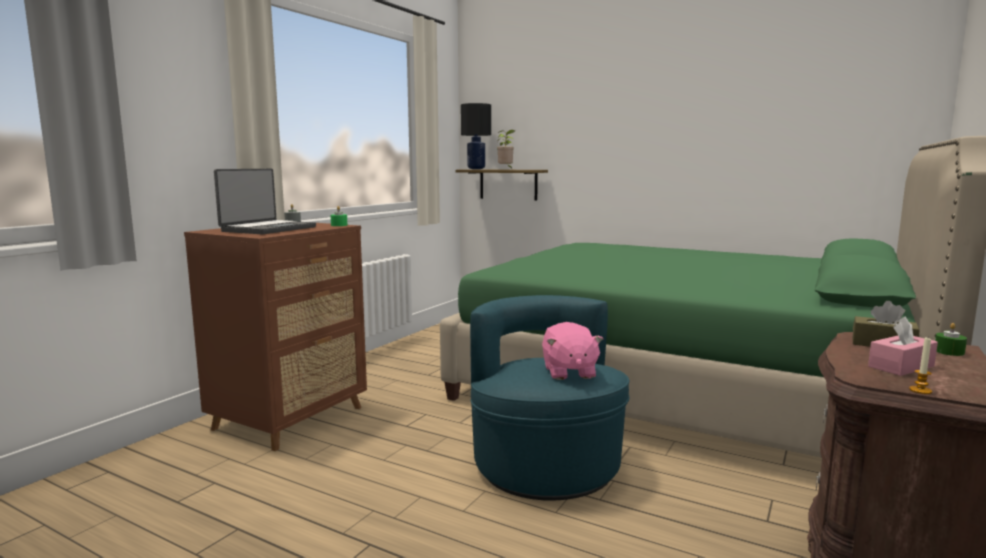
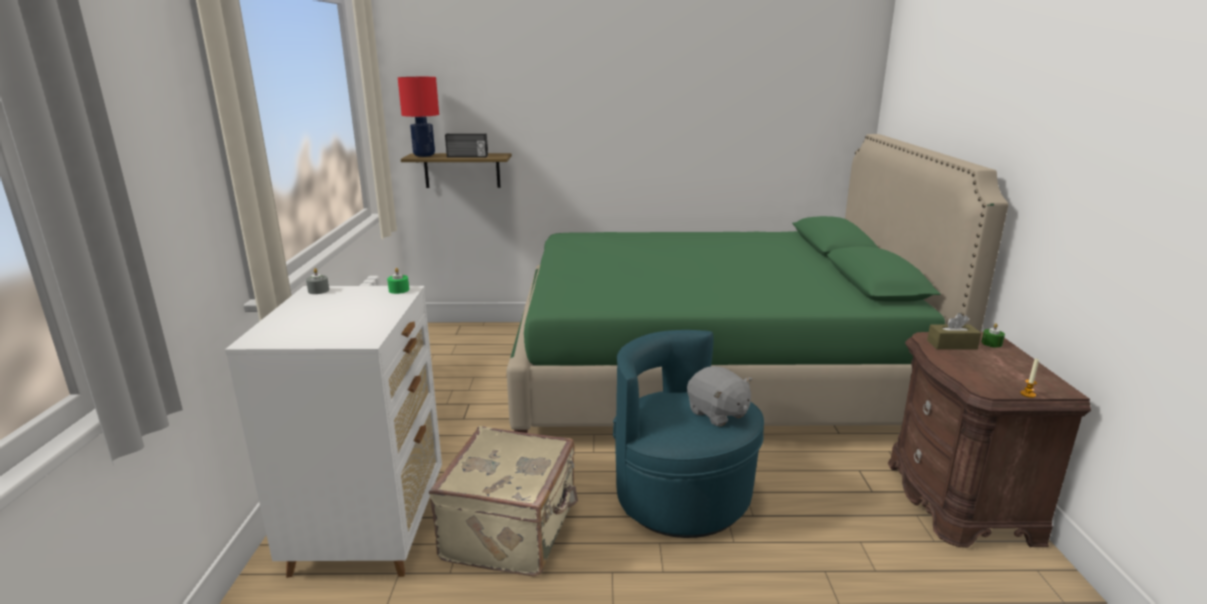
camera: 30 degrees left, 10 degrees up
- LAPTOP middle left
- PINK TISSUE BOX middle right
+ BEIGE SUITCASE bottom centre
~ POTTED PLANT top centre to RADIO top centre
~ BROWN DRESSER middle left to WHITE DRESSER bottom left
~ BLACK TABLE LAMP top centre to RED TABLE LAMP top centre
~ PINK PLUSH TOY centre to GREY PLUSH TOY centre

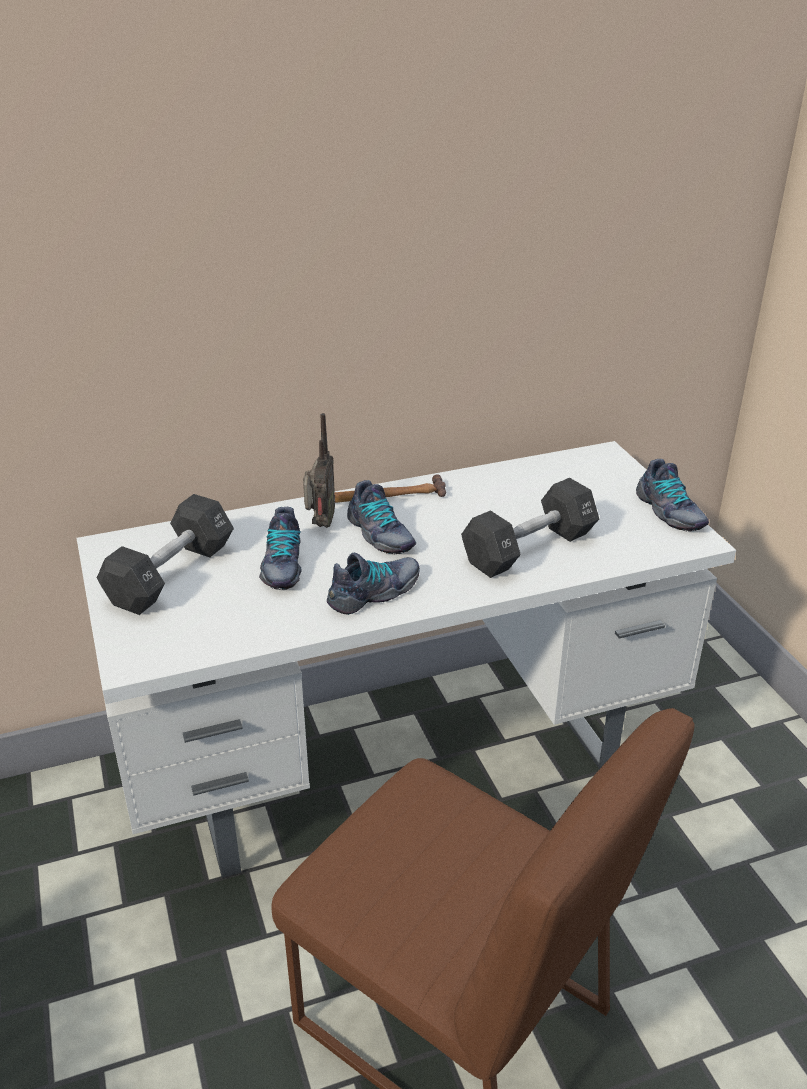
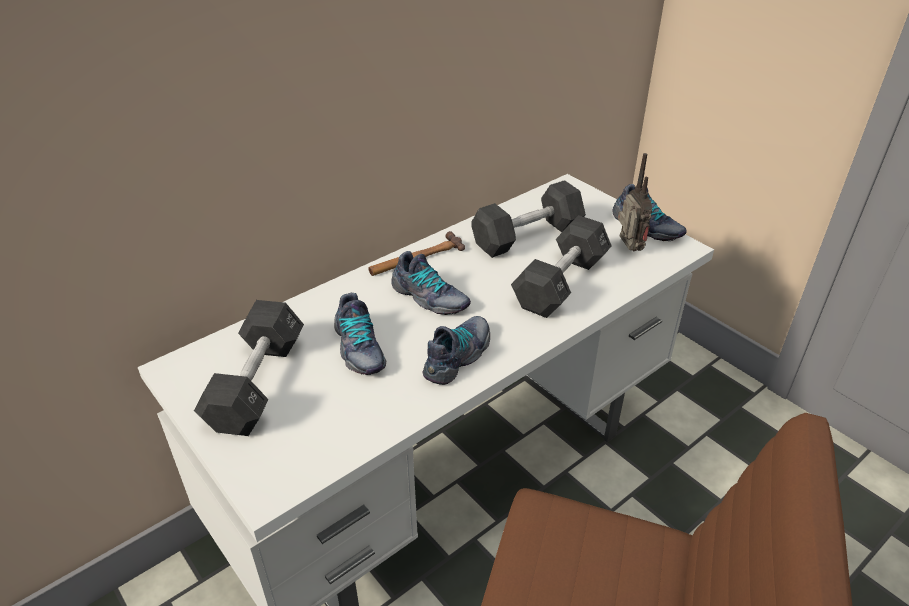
camera: 20 degrees left, 5 degrees up
+ BLACK DUMBBELL (no. 2 from left) centre
~ RADIO centre to middle right

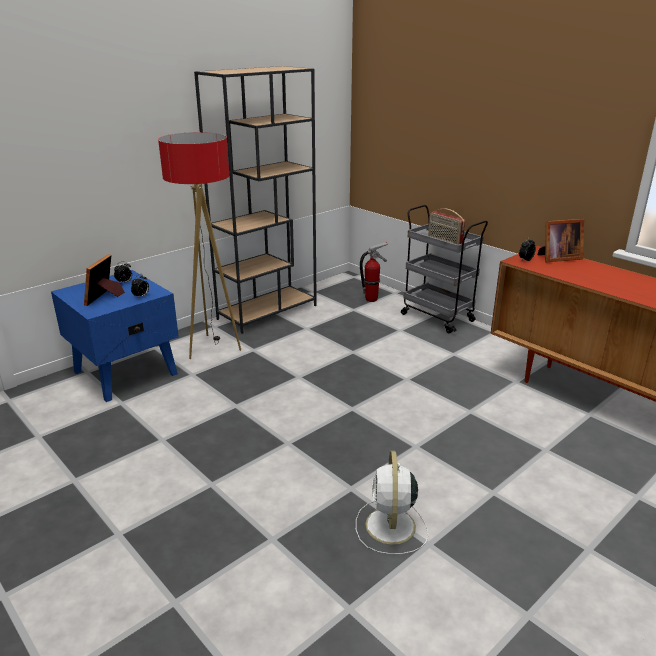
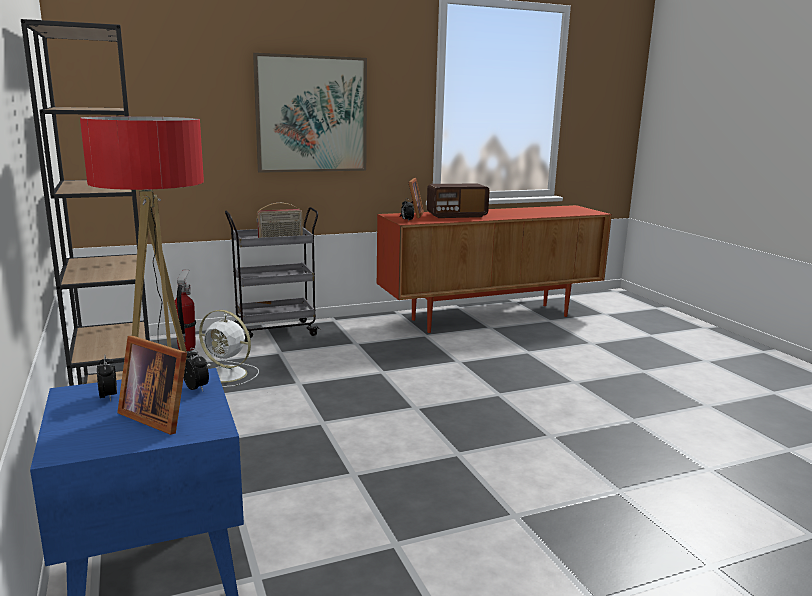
camera: 70 degrees left, 10 degrees down
+ PICTURE top centre
+ RADIO (no. 2 from left) centre
~ WHITE FAN bottom centre to middle left

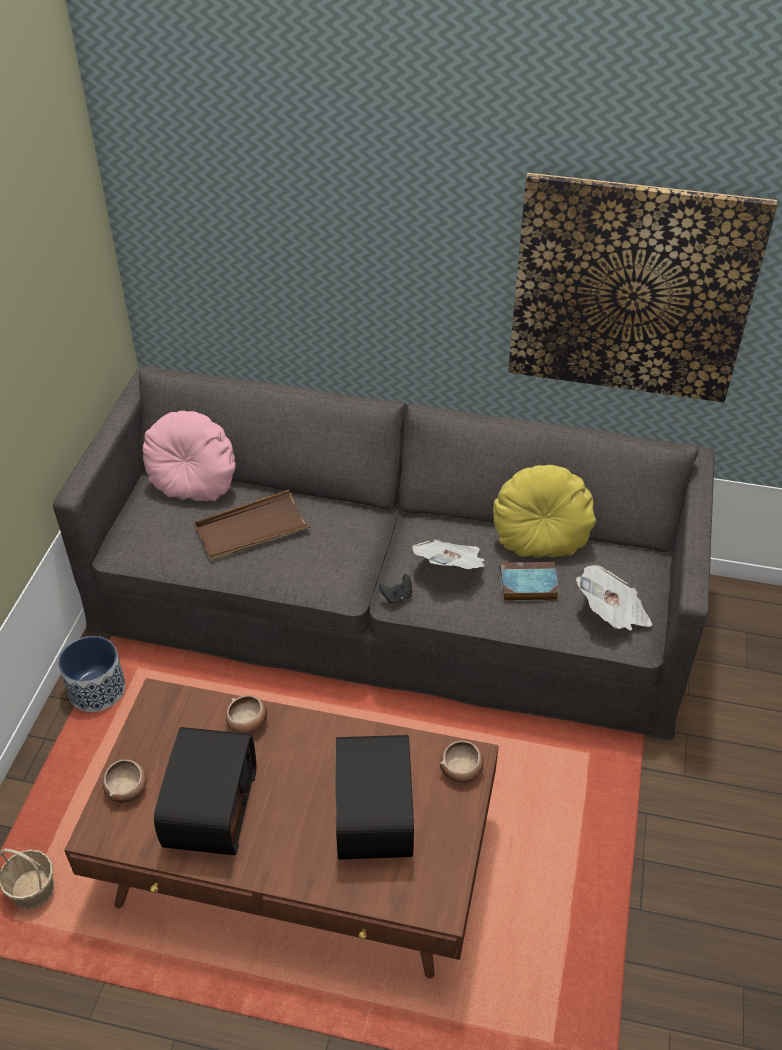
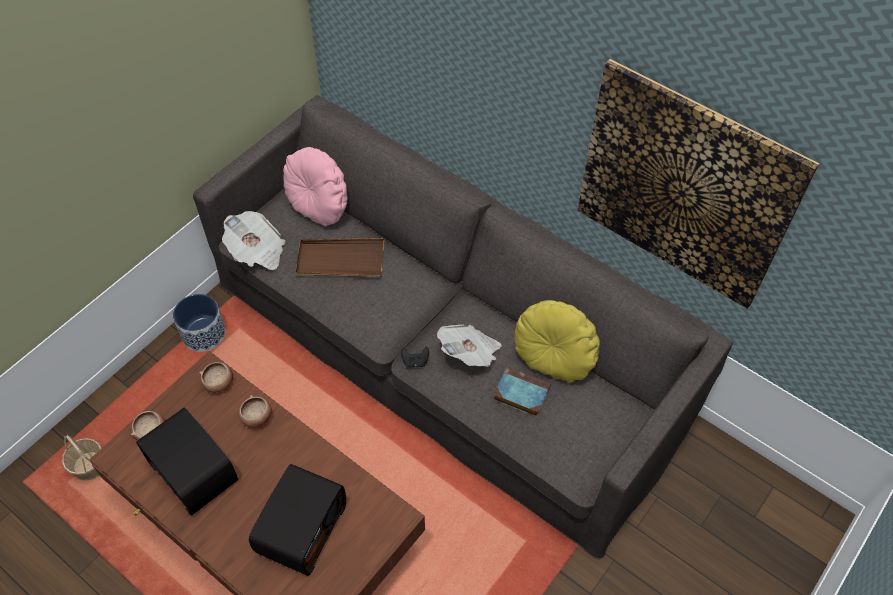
camera: 25 degrees right, 10 degrees up
~ BOWL (no. 3 from left in the first image) bottom centre to BOWL (no. 2 from left) middle left
~ NEWSPAPER (no. 2 from left in the first image) middle right to NEWSPAPER (no. 1 from left) middle left
~ RADIO (no. 1 from left) bottom left = bottom left 105 degrees clockwise

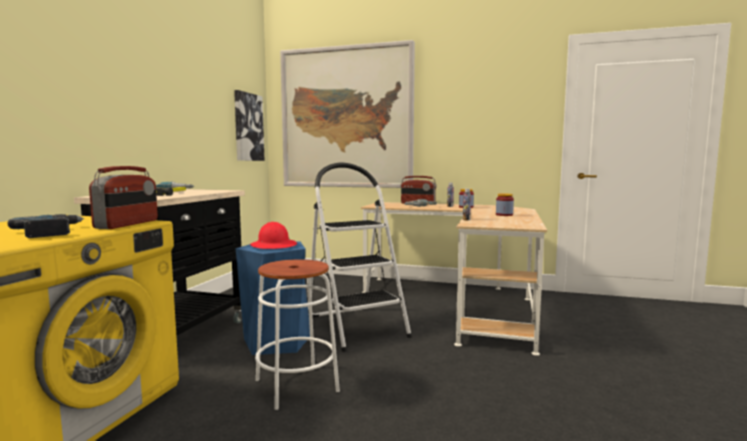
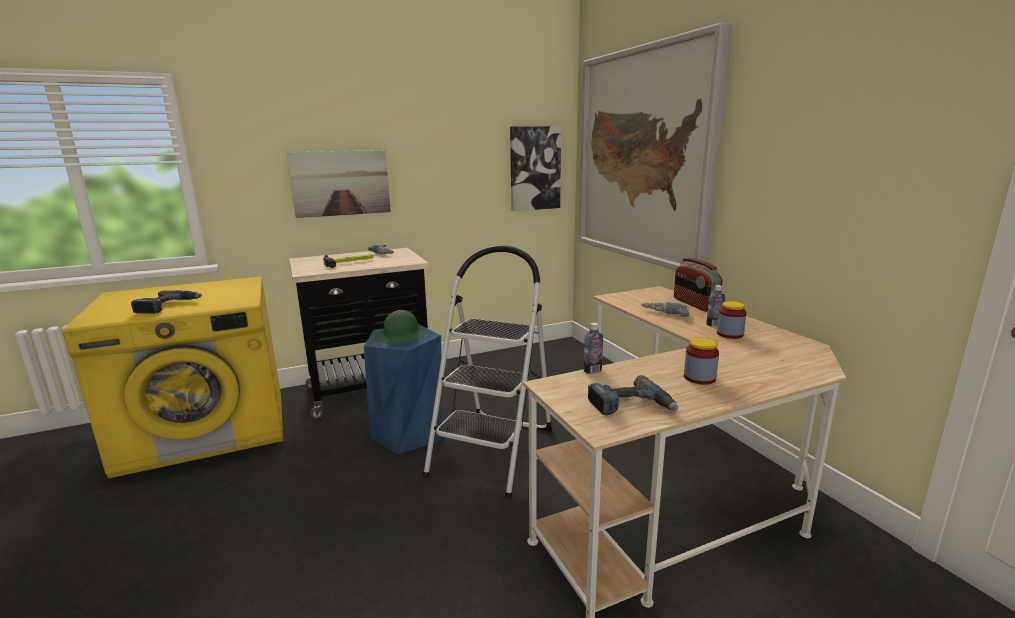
camera: 50 degrees right, 10 degrees up
- RADIO (no. 1 from left) middle left
- WHITE STOOL bottom centre
+ PICTURE (no. 1 from left) top centre
+ POWER DRILL (no. 3 from left) centre
~ RED HARD HAT centre to GREEN HARD HAT centre

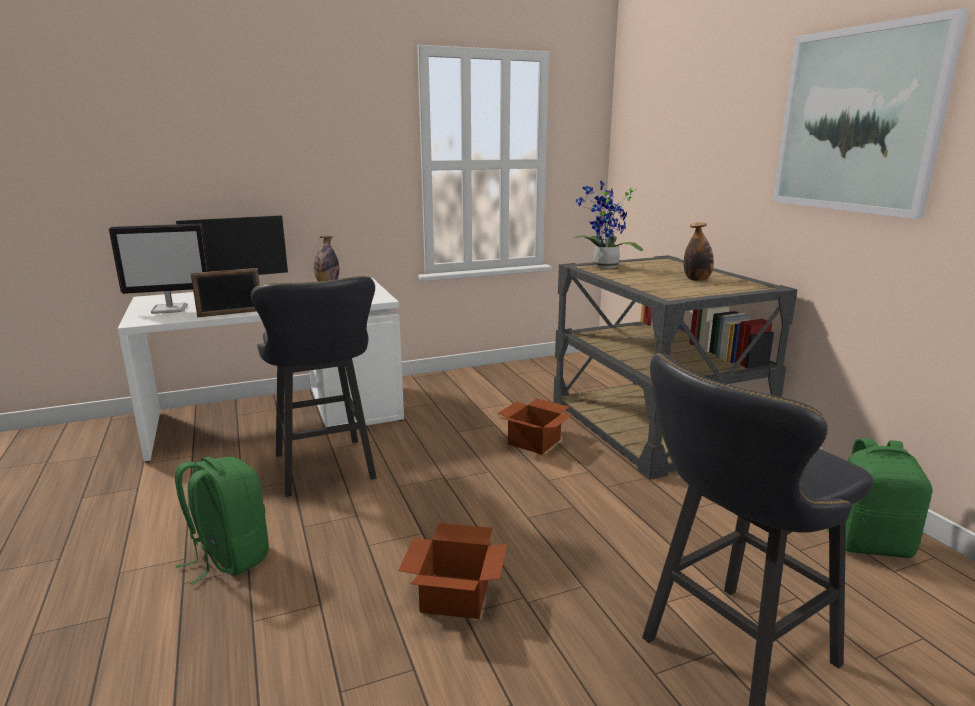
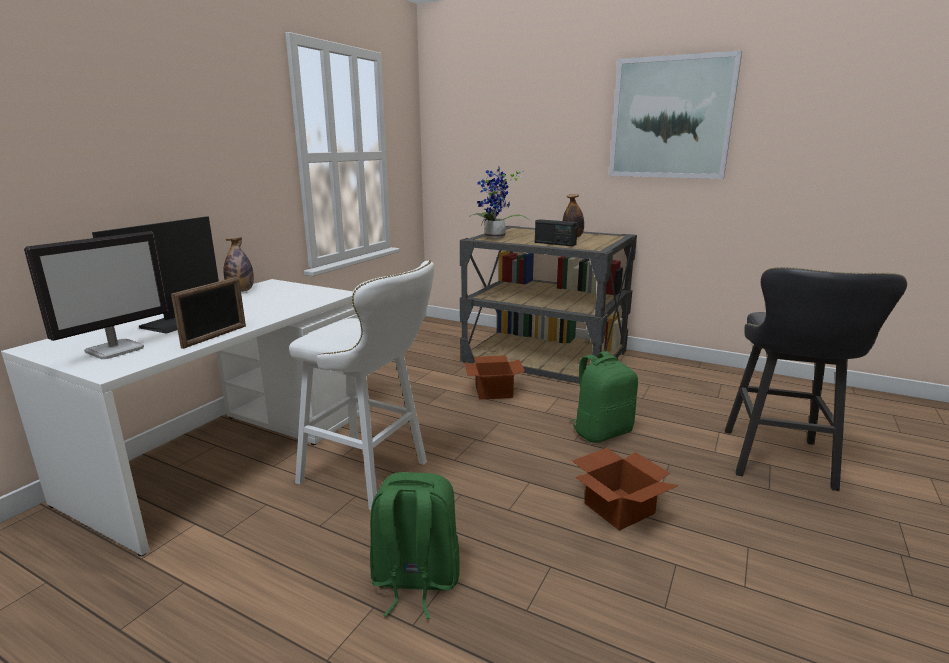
camera: 40 degrees left, 0 degrees up
+ RADIO centre
~ GREEN BACKPACK (no. 2 from left) bottom right to centre
~ BLACK STOOL (no. 1 from left) middle left to WHITE STOOL centre

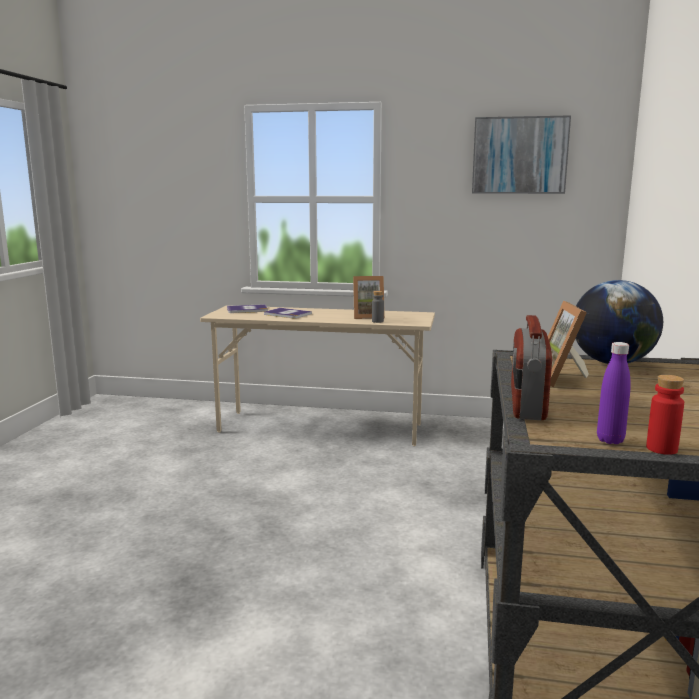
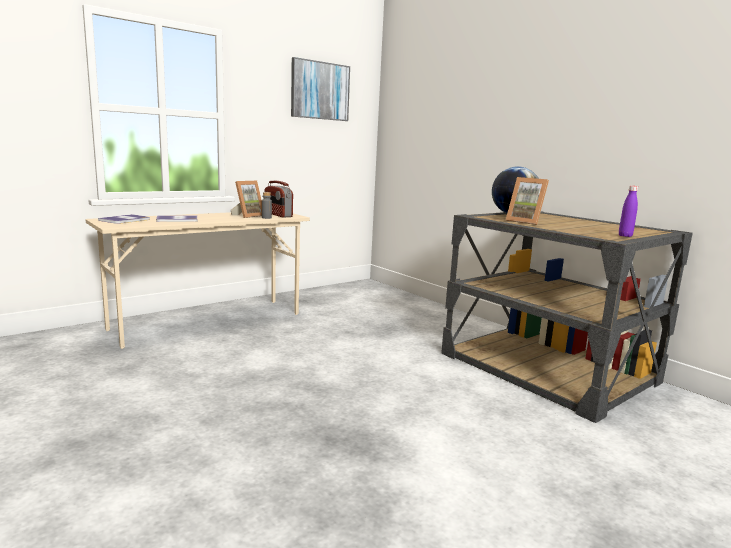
camera: 50 degrees left, 0 degrees up
- RED BOTTLE middle right
~ RADIO middle right to centre

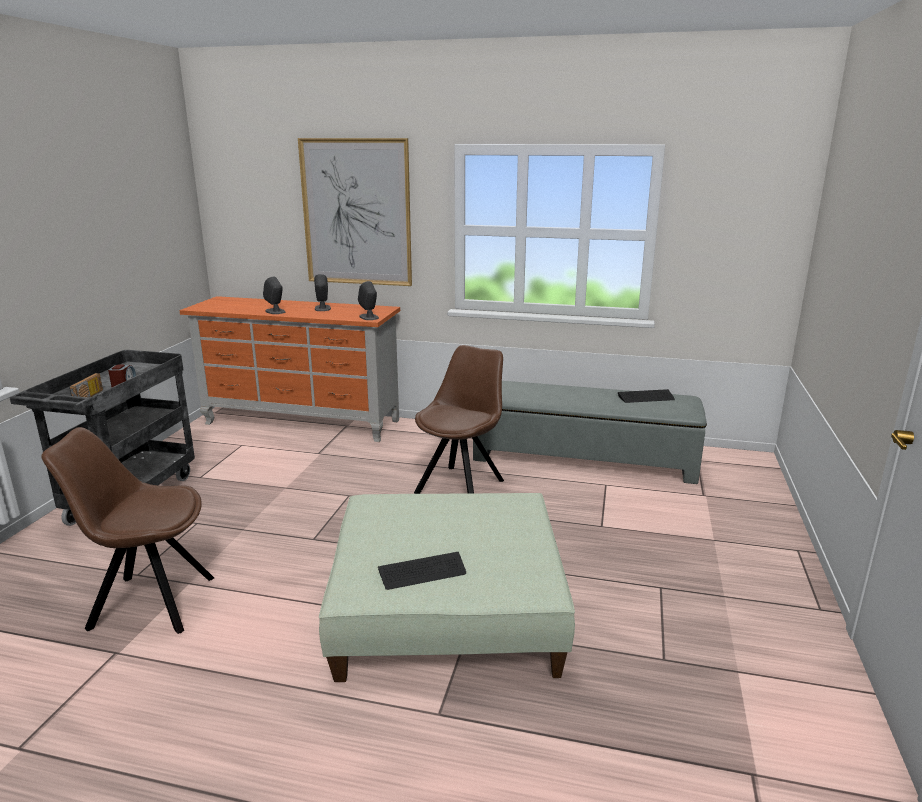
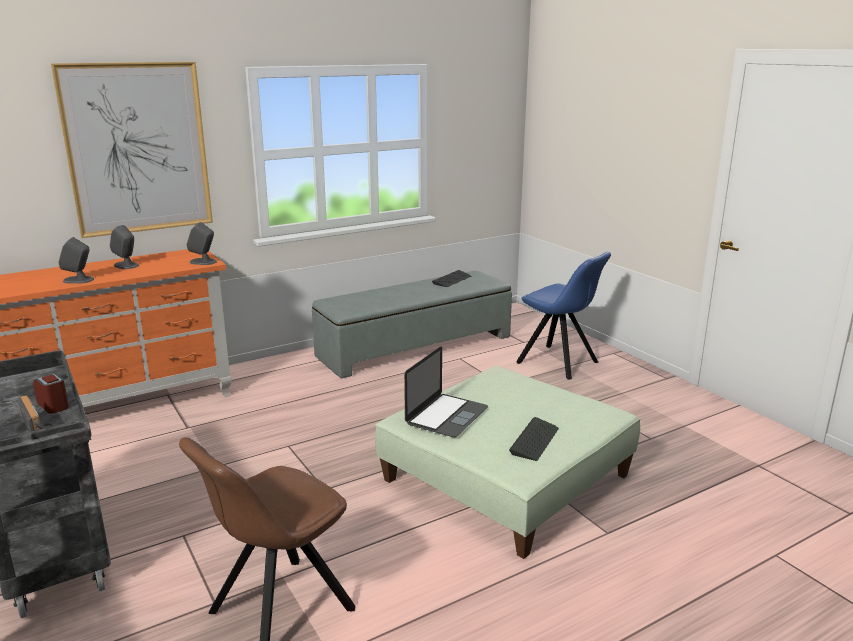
camera: 45 degrees left, 0 degrees up
- BROWN CHAIR (no. 2 from left) centre
+ LAPTOP centre
+ BLUE CHAIR centre

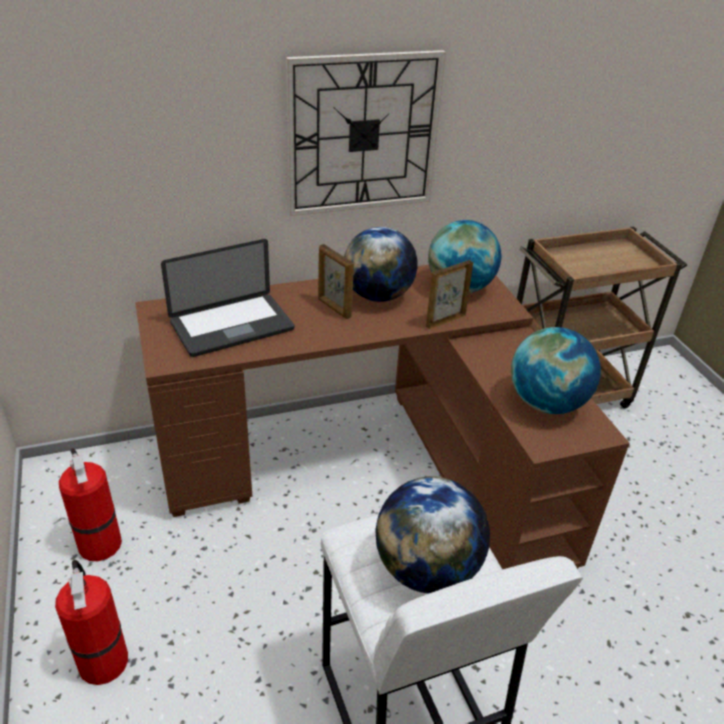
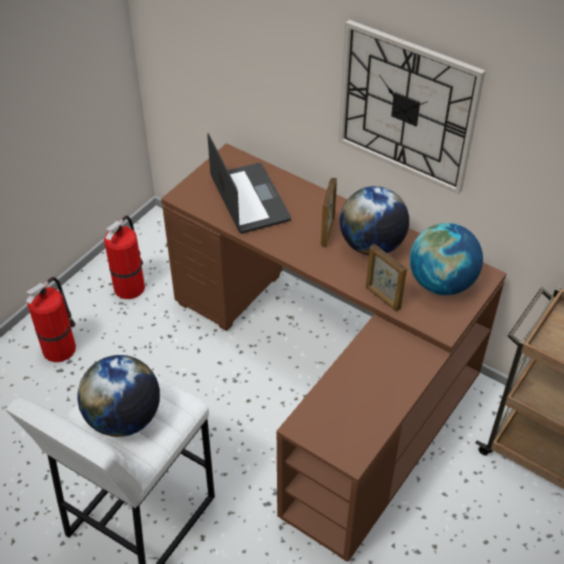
camera: 55 degrees right, 10 degrees up
- GLOBE (no. 4 from left) middle right
~ LAPTOP middle left = top centre 135 degrees counterclockwise
~ PICTURE FRAME (no. 2 from left) centre = middle right 150 degrees counterclockwise

